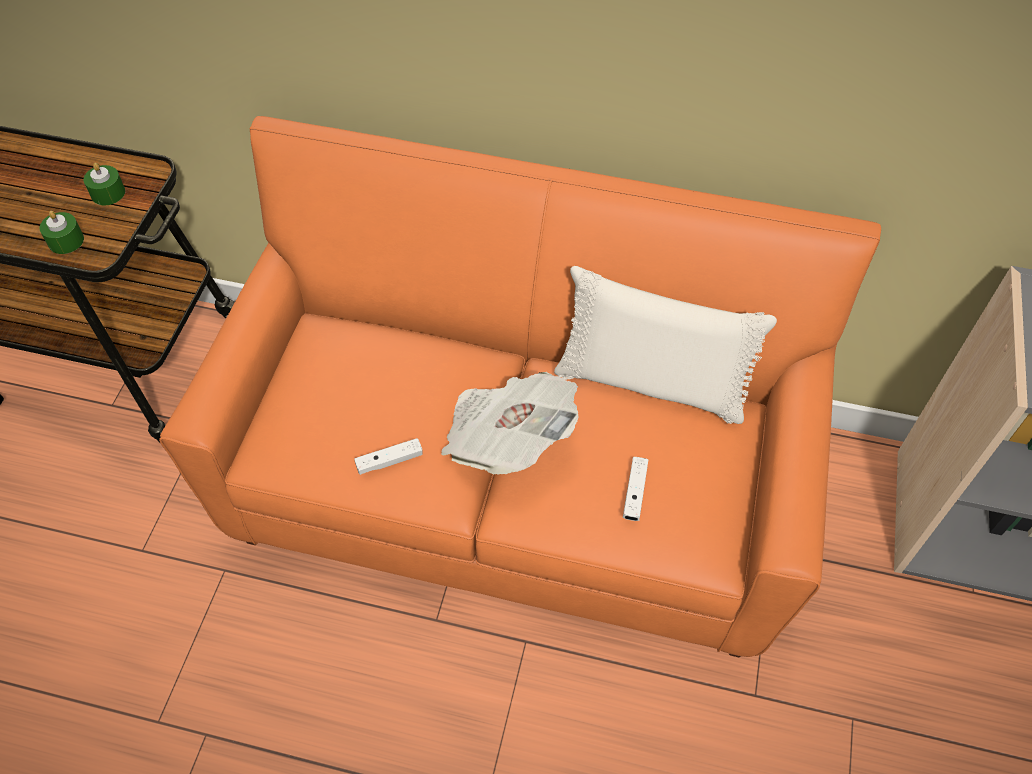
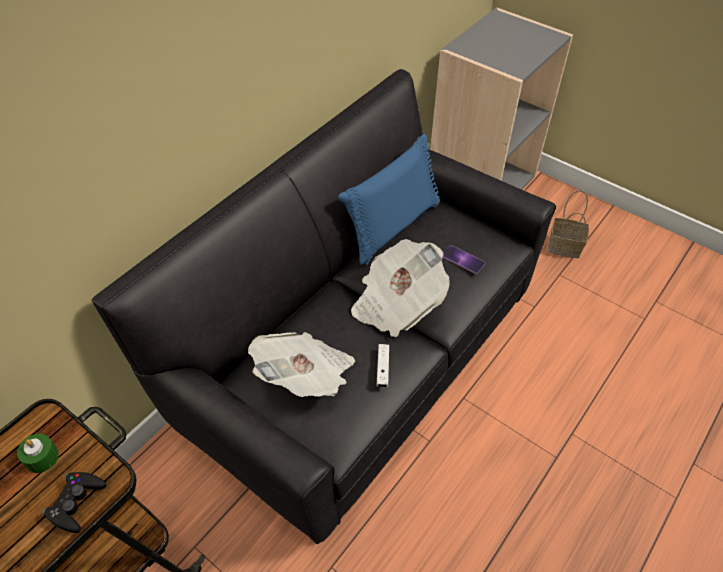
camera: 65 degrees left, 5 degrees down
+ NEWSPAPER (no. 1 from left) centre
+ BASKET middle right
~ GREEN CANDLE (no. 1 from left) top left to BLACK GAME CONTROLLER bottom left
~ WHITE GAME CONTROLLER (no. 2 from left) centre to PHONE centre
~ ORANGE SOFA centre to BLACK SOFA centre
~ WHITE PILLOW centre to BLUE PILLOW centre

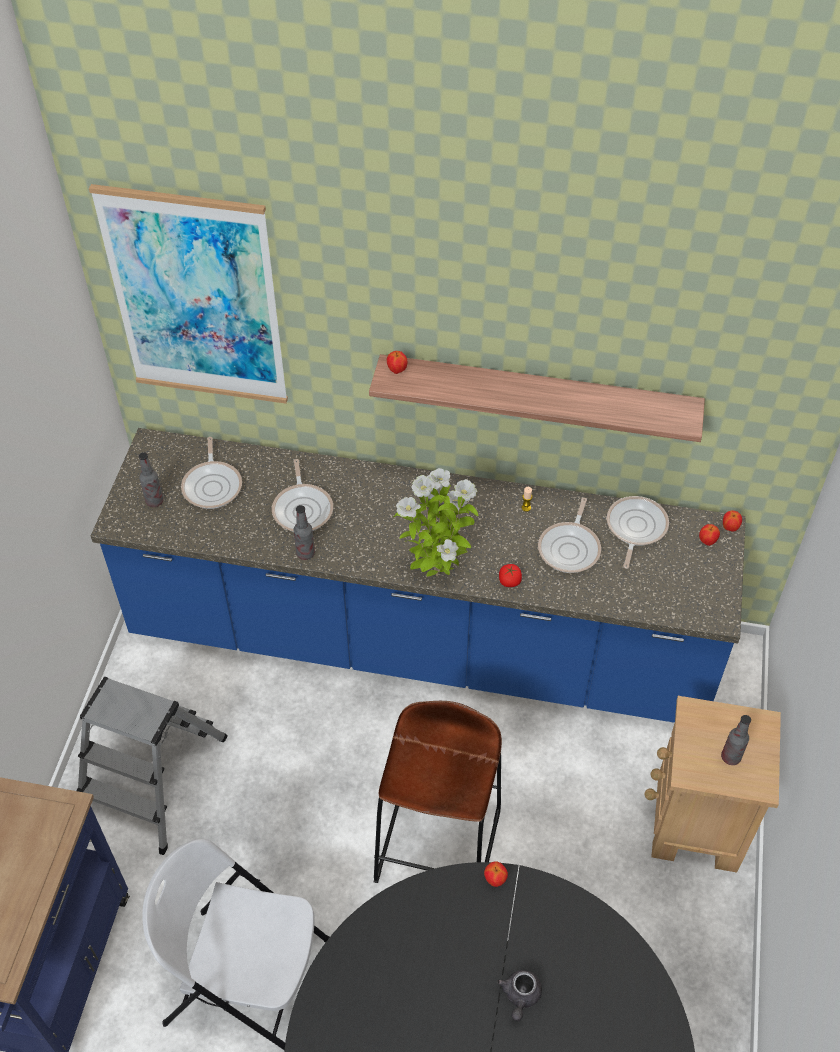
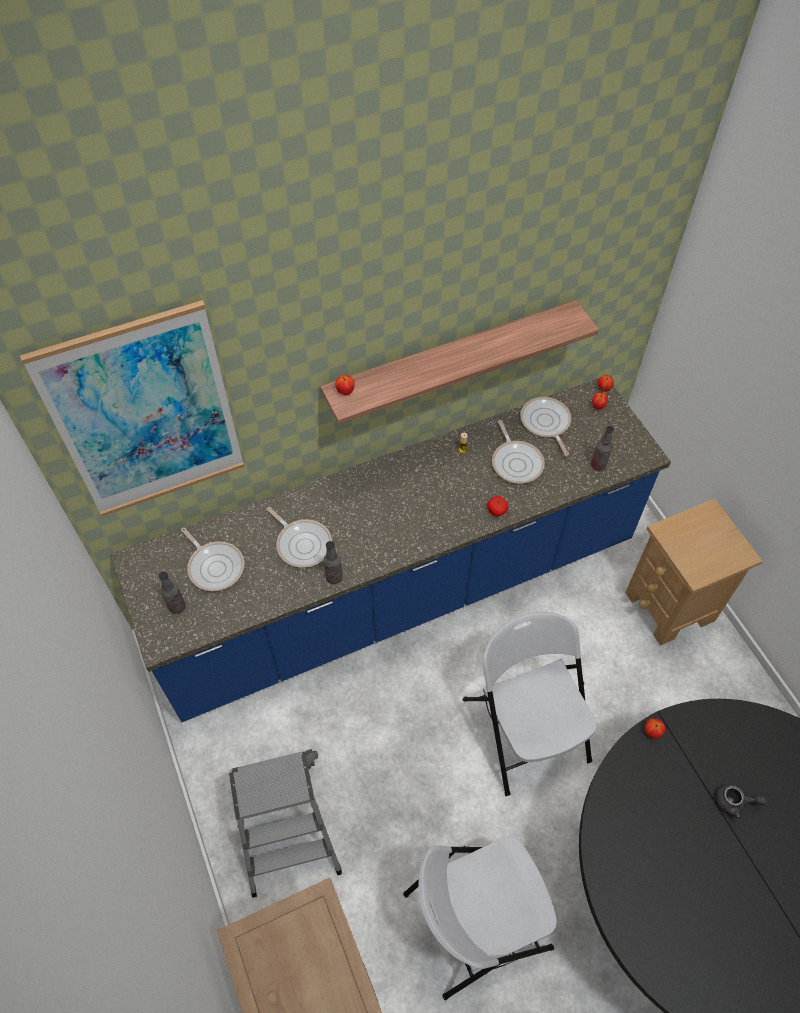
camera: 35 degrees left, 5 degrees up
- POTTED PLANT centre
~ BOTTLE (no. 3 from left) bottom right to middle right
~ BROWN STOOL bottom centre to WHITE CHAIR (no. 2 from left) bottom centre
~ GREY TEAPOT bottom centre = bottom right 60 degrees counterclockwise

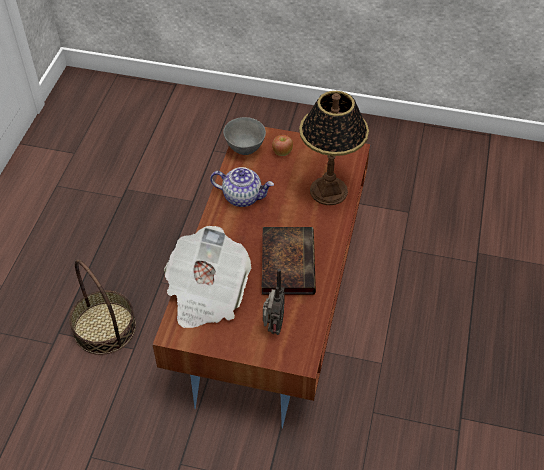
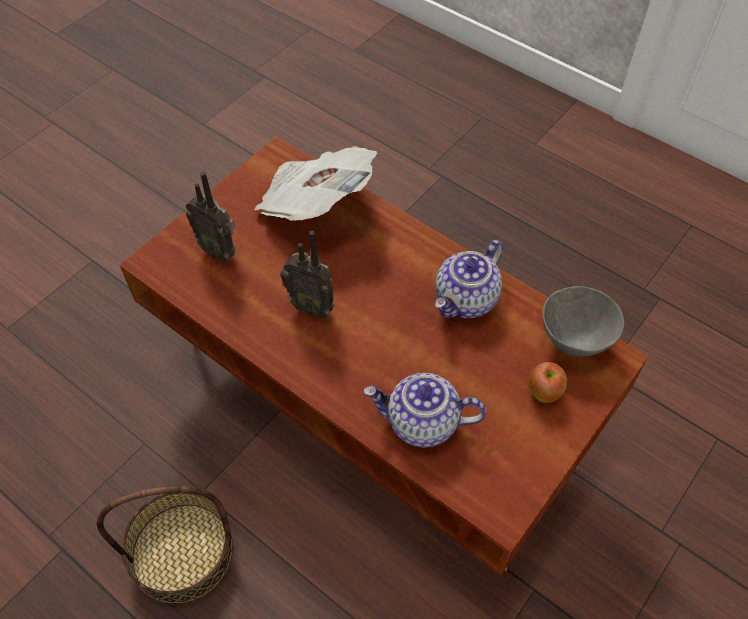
camera: 115 degrees right, 5 degrees up
~ BASKET middle left to bottom left
~ BOOK centre to RADIO (no. 2 from left) centre
~ TABLE LAMP top centre to TEAPOT (no. 1 from left) centre

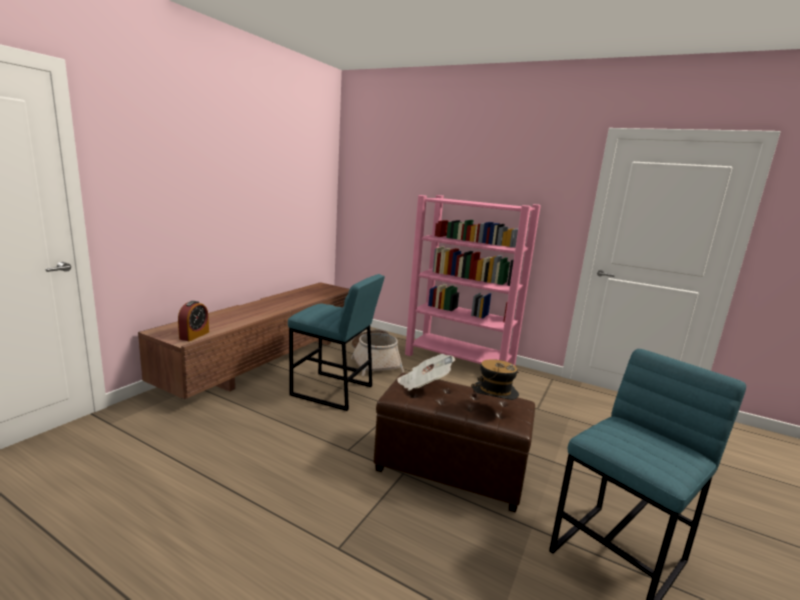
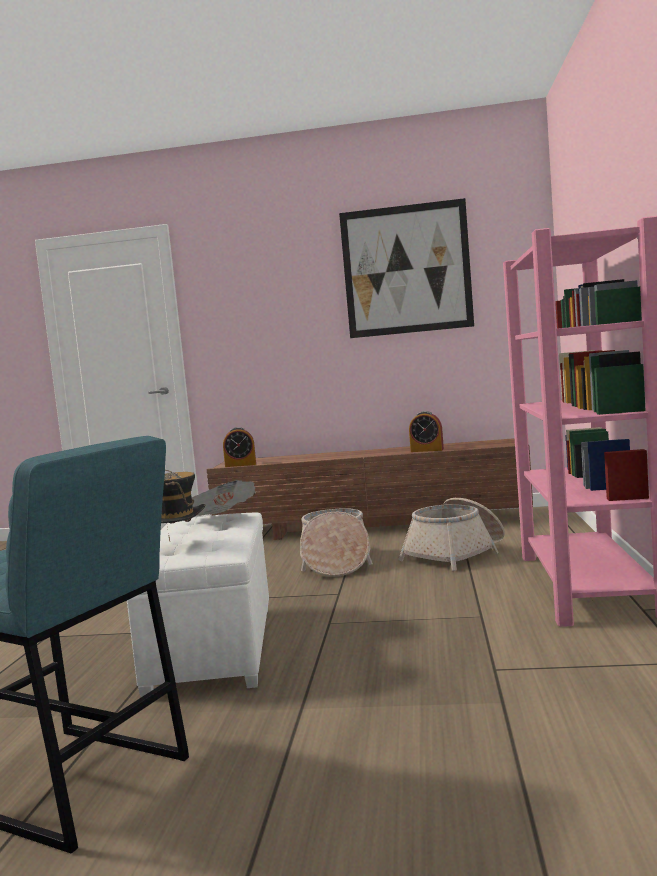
camera: 70 degrees right, 10 degrees down
+ PICTURE top centre
+ ALARM CLOCK (no. 2 from left) centre
~ BLUE STOOL (no. 1 from left) centre to BASKET (no. 1 from left) centre
~ BROWN OTTOMAN bottom centre to WHITE OTTOMAN bottom left

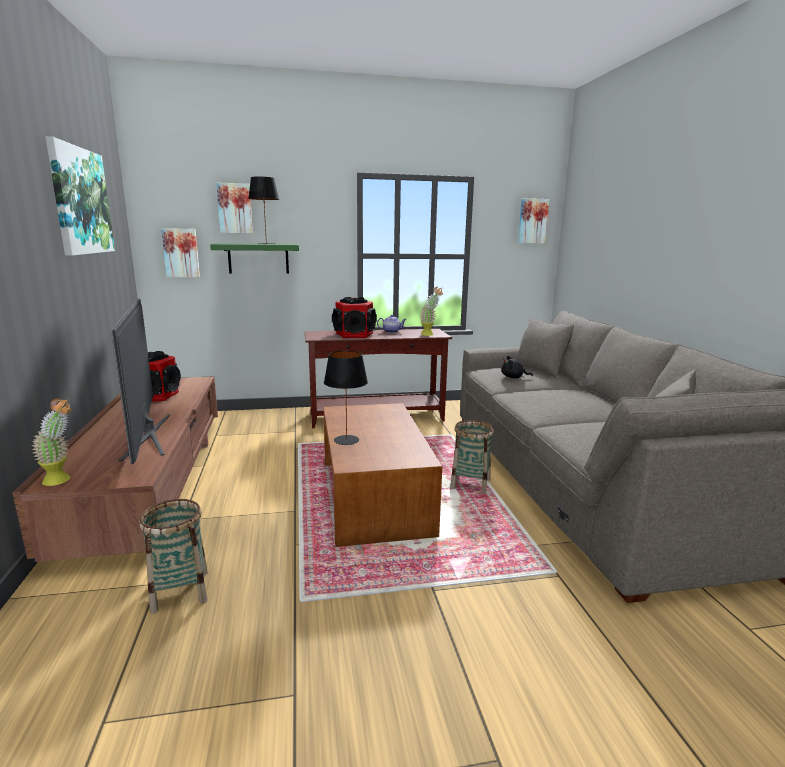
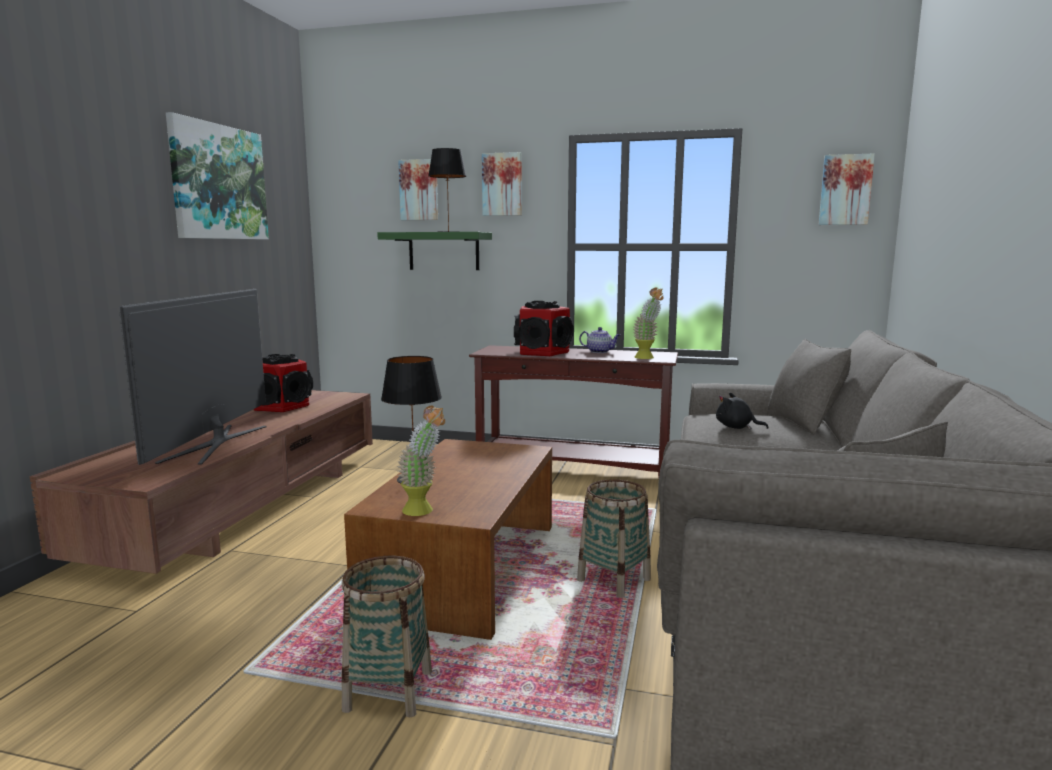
camera: 25 degrees right, 5 degrees down
~ POTTED PLANT (no. 1 from left) middle left to centre
~ BASKET (no. 1 from left) bottom left to bottom centre
~ PICTURE (no. 2 from left in the first image) top left to PICTURE (no. 3 from left) top centre

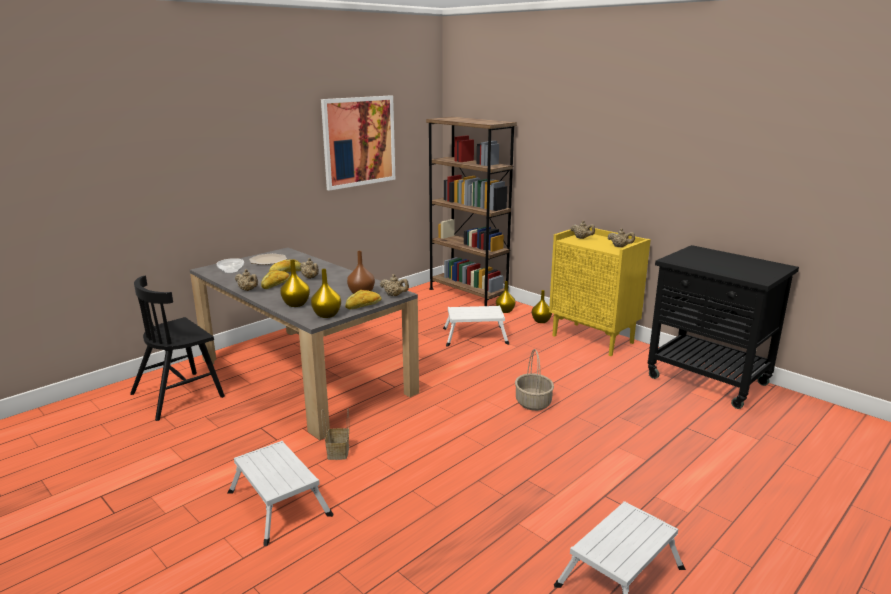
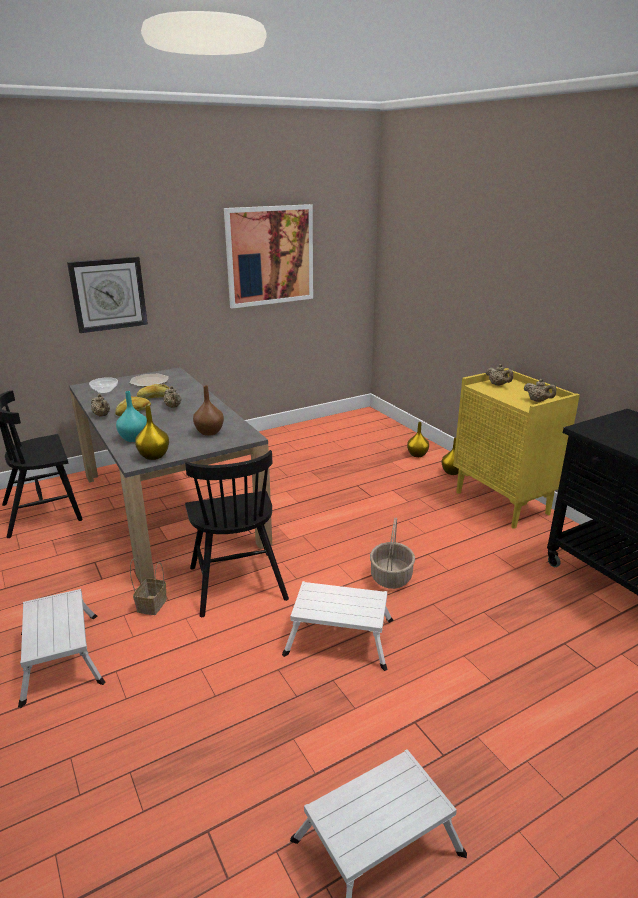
camera: 15 degrees right, 5 degrees up
- BREAD (no. 3 from left) centre
- BEIGE TEAPOT (no. 3 from left) centre
- BROWN BOOKCASE centre
+ WALL CLOCK top left
+ BLACK CHAIR (no. 2 from left) centre
~ WHITE STEP LADDER (no. 2 from left) centre to bottom centre
~ YELLOW VASE (no. 1 from left) middle left to TURQUOISE VASE middle left

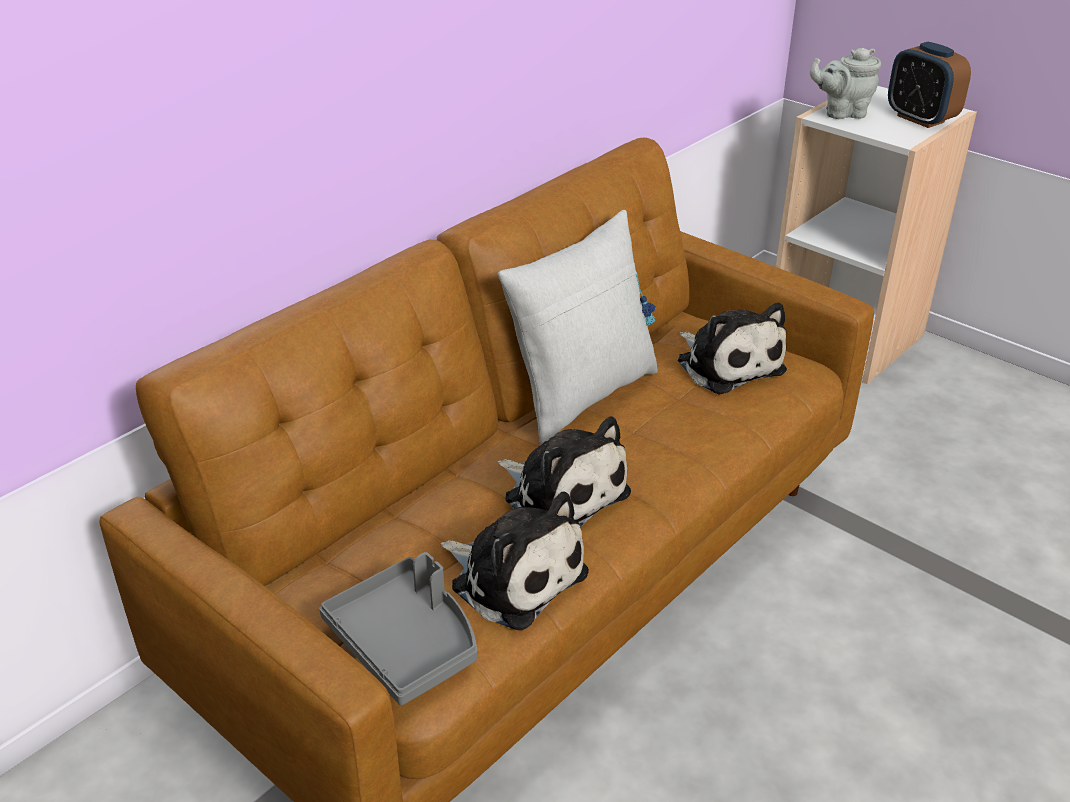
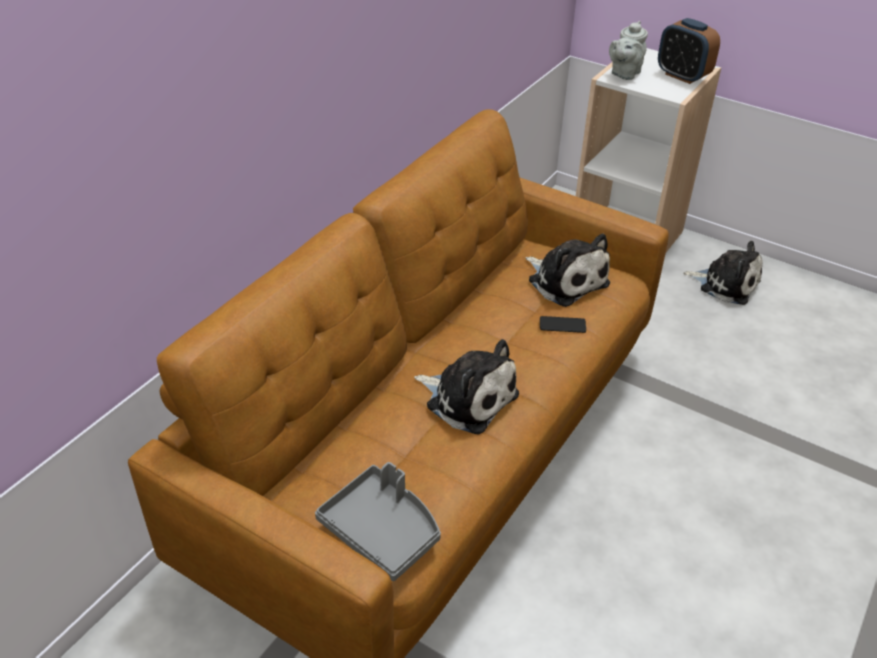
camera: 10 degrees left, 5 degrees up
- GREY PILLOW centre
+ PHONE centre
~ PLUSH TOY (no. 1 from left in the first image) bottom centre to PLUSH TOY (no. 3 from left) middle right
~ GREY TEAPOT top right = top right 45 degrees counterclockwise

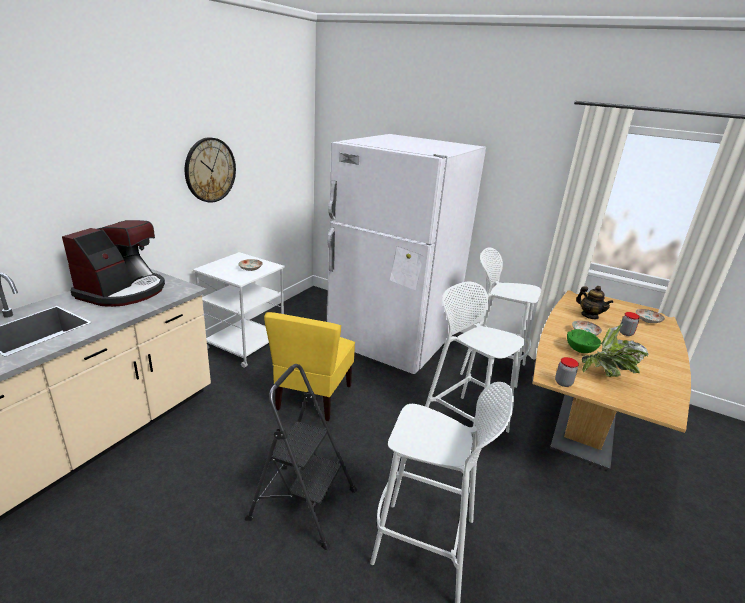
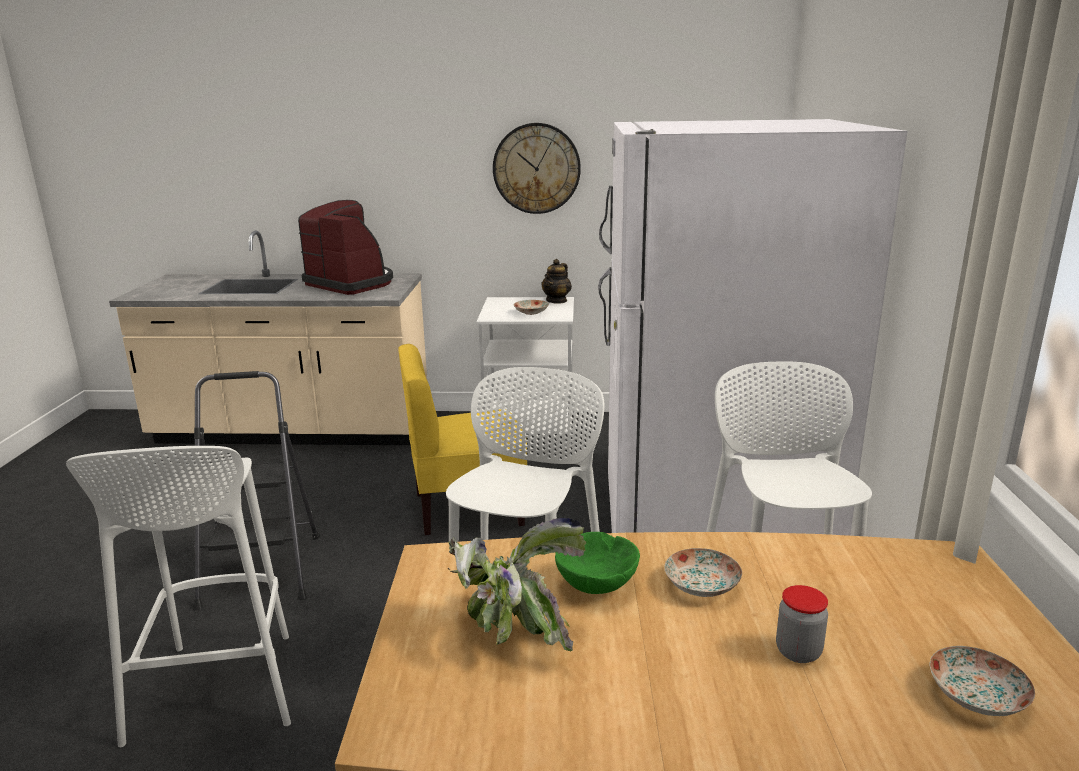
camera: 65 degrees right, 5 degrees down
- JAR (no. 1 from left) middle right
~ TEAPOT middle right to centre
~ COFFEE MACHINE middle left = top left 135 degrees counterclockwise

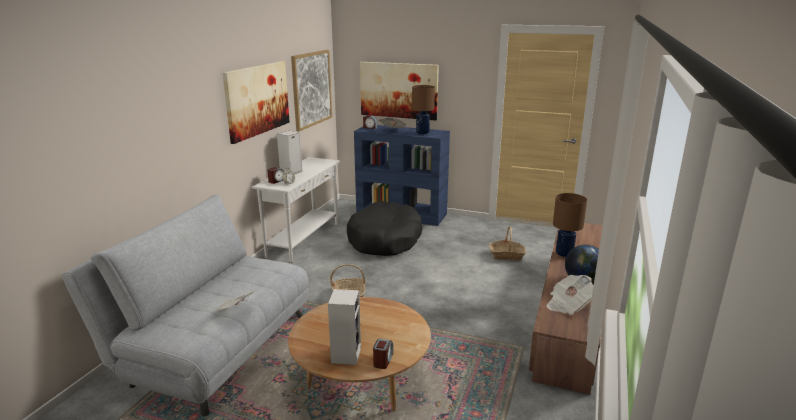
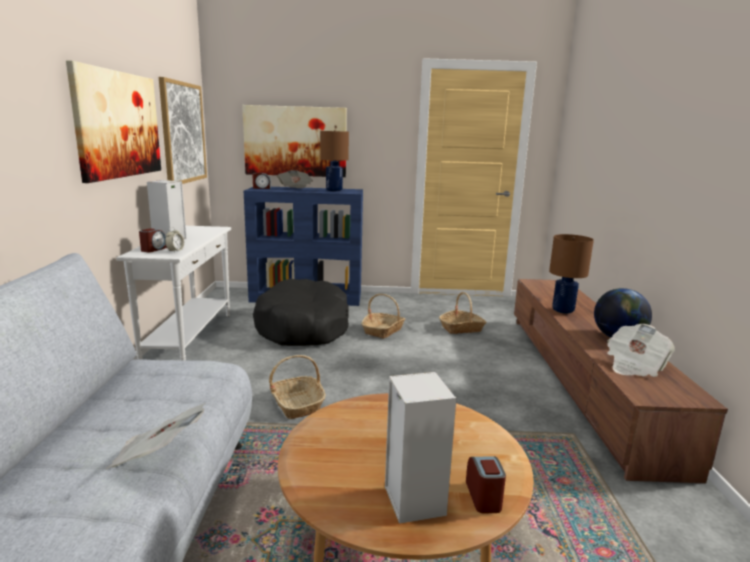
camera: 20 degrees left, 5 degrees down
+ BASKET (no. 2 from left) centre

